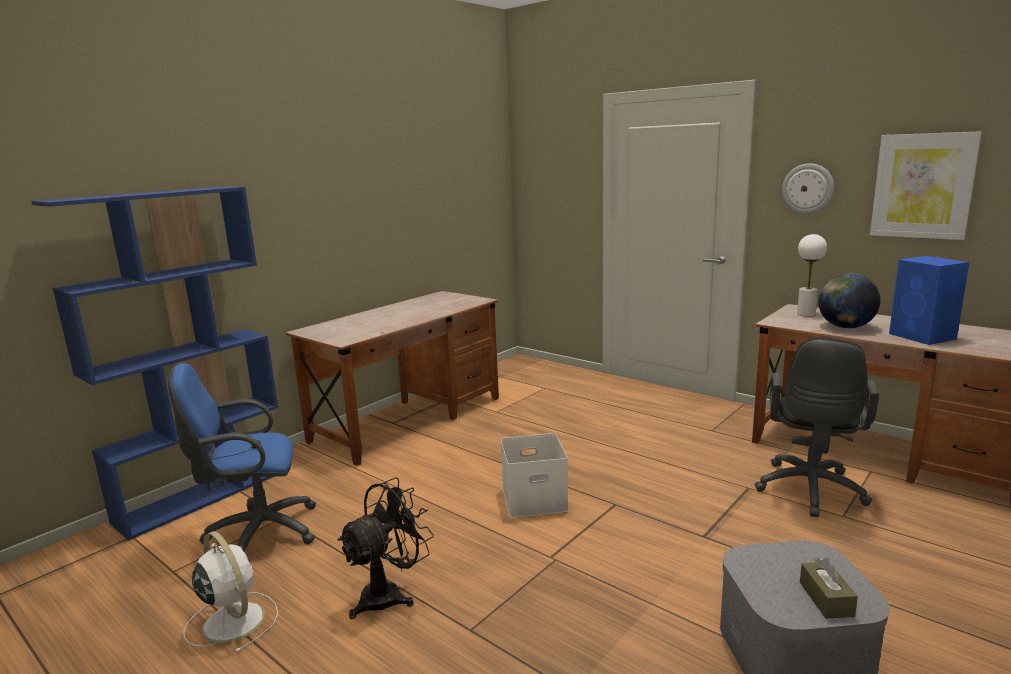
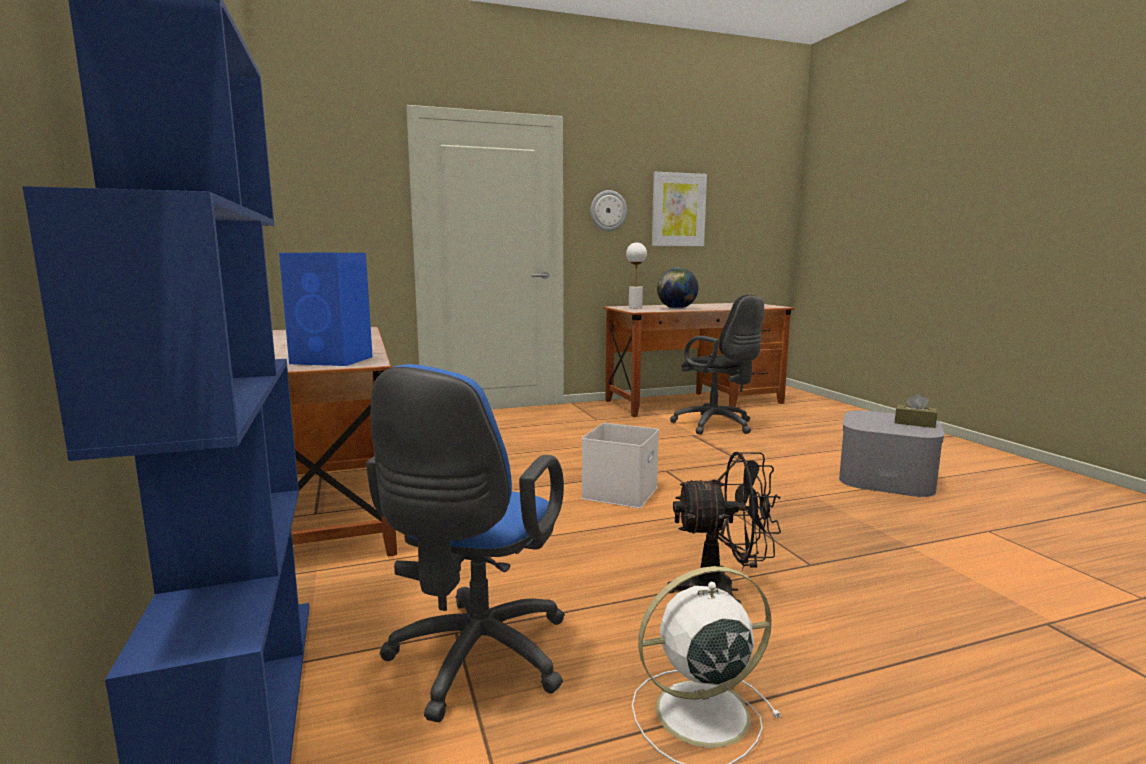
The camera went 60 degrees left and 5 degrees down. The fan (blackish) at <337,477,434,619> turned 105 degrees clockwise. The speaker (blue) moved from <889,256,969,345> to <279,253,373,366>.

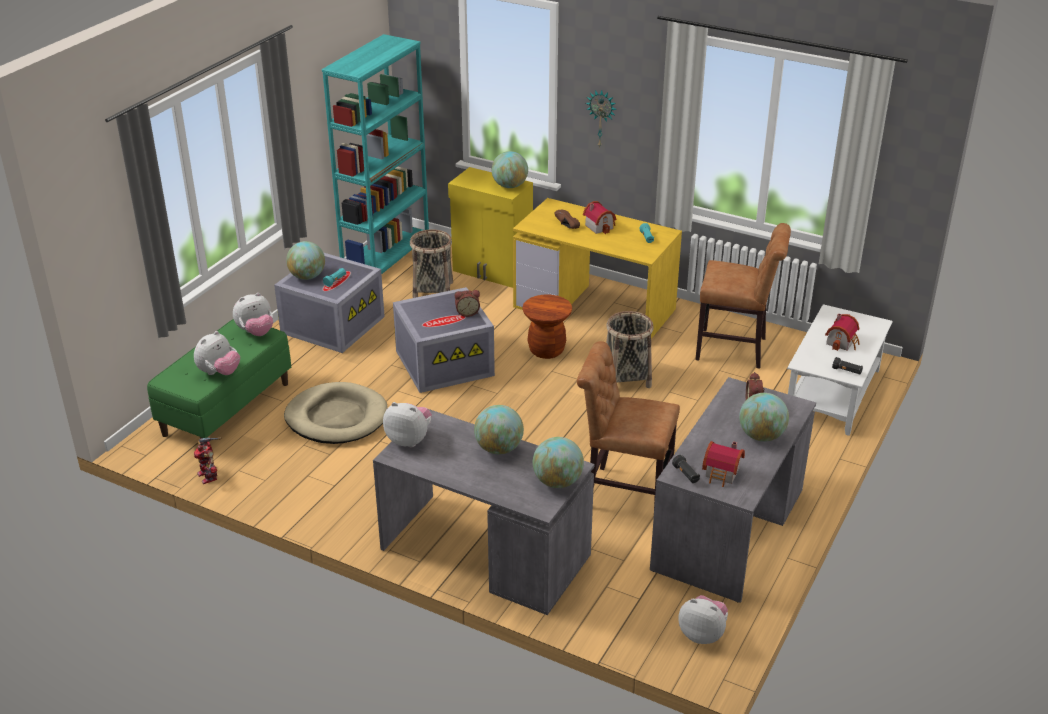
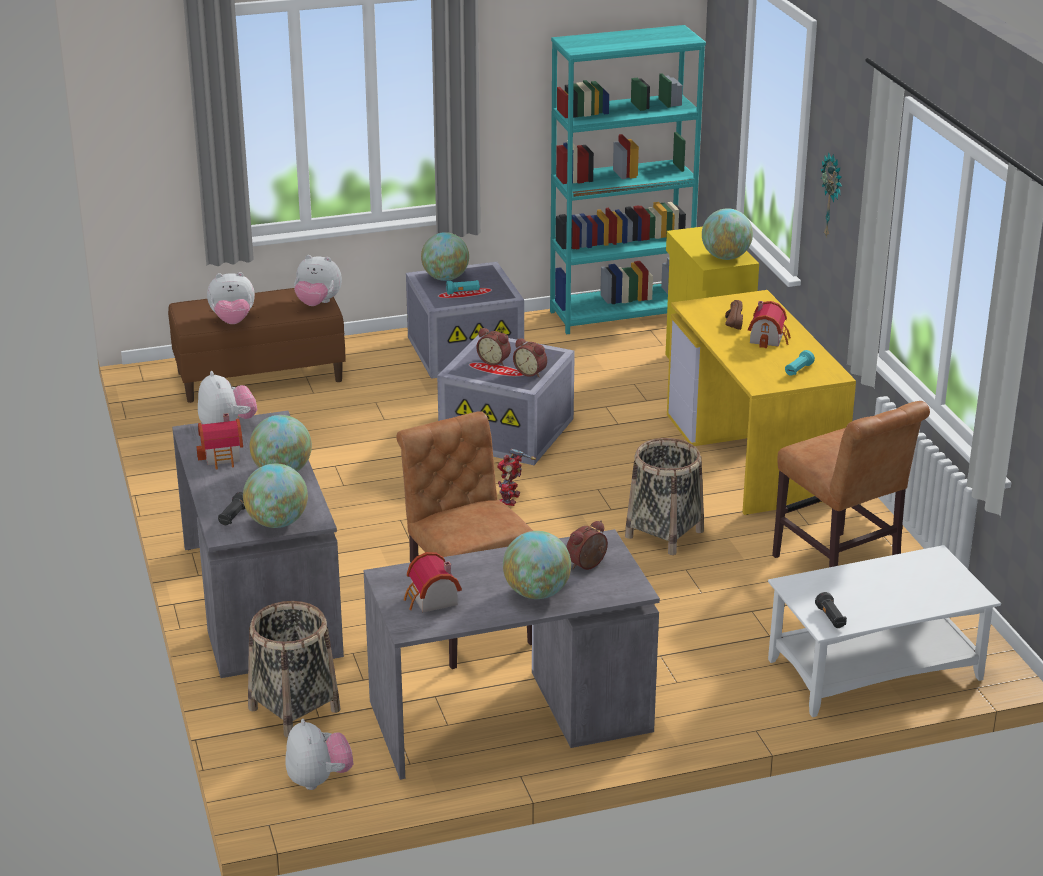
The camera went 45 degrees right and 5 degrees down. The long seat (greenish) at <147,319,291,439> became the long seat (brown) at <168,288,346,403>. The robot figure moved from <194,437,222,484> to <497,448,536,506>. The dog bed (sand-coloured) at <284,382,388,444> disappeared. The basket moved from <410,229,453,298> to <248,601,341,738>. The stool seat (brown) at <522,295,572,359> disappeared. The hand torch (blackish) moved from <672,455,700,483> to <218,492,245,525>. The toy house moved from <825,313,860,351> to <196,413,243,469>. The bedside clock at <477,328,511,366> appeared.

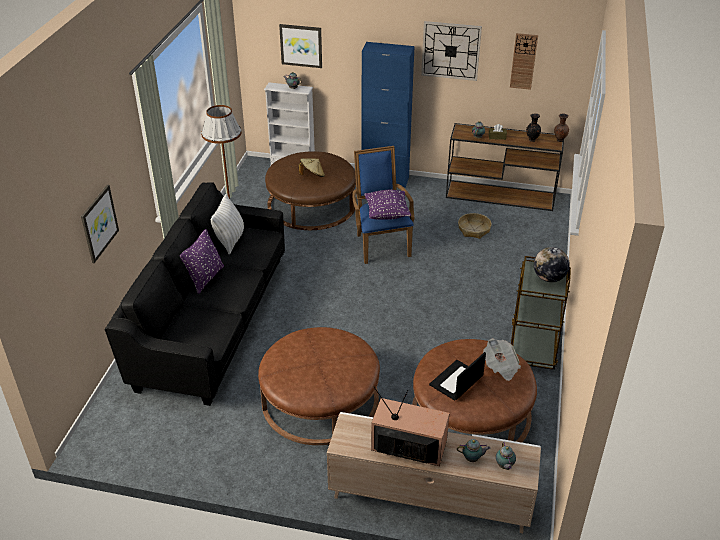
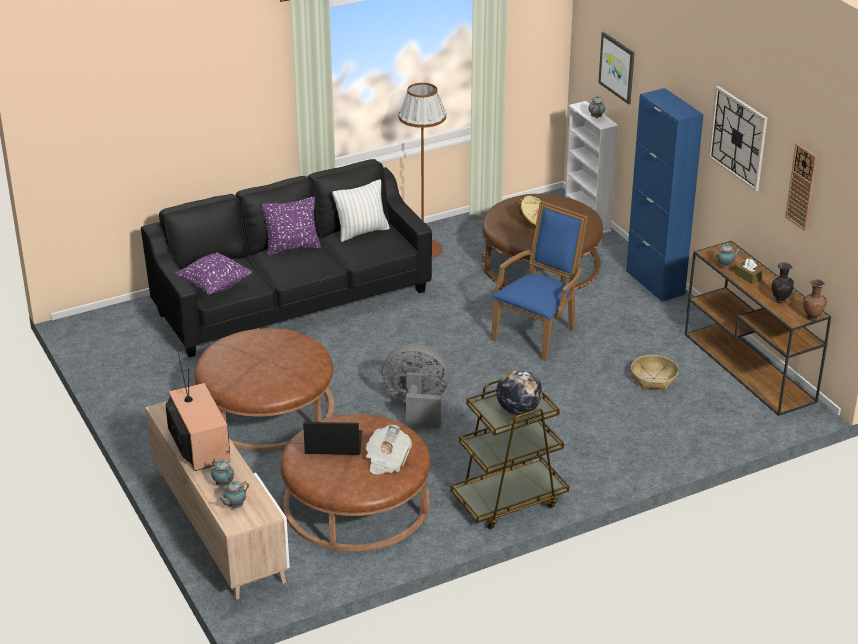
The camera went 50 degrees right and 5 degrees down. The wall picture at <81,185,119,263> disappeared. The pillow (purple-coloured) moved from <364,190,411,220> to <174,252,253,295>. The fan (grey) at <382,344,449,429> appeared.

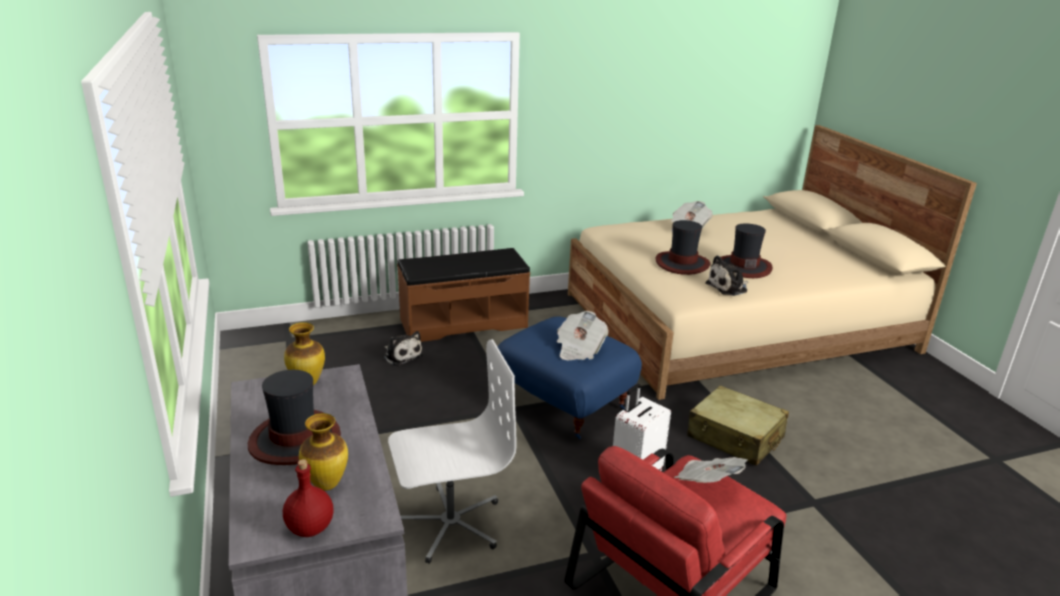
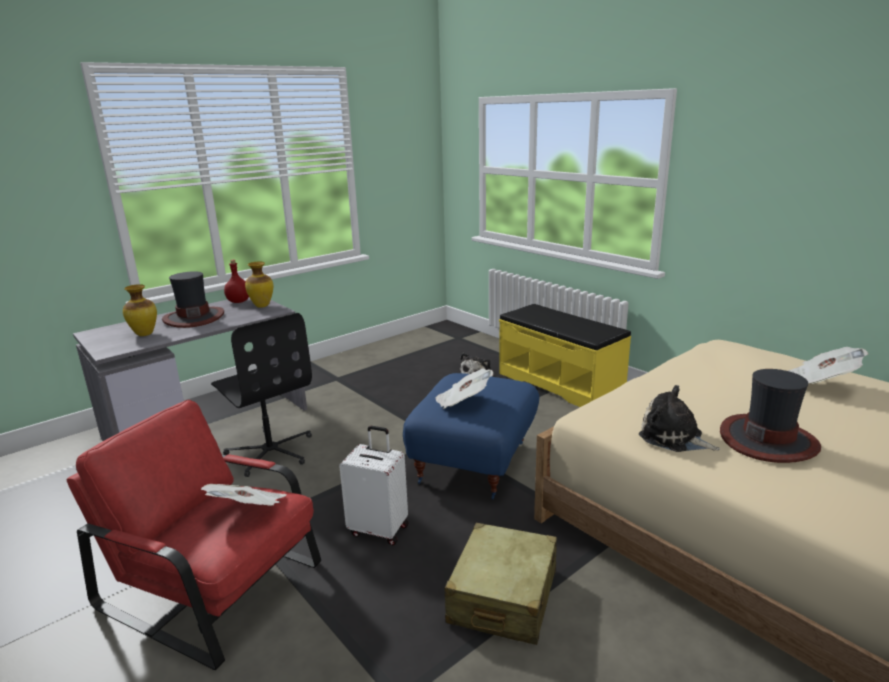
The camera went 70 degrees right and 5 degrees down. The drink bottle (reddish) moved from <283,459,334,537> to <224,260,249,303>. The desk chair (whitish) at <388,339,516,564> became the desk chair (blackish) at <211,313,312,477>. The long seat (brown) at <397,248,530,342> became the long seat (yellowish) at <499,304,631,407>. The hat at <655,220,710,275> disappeared.

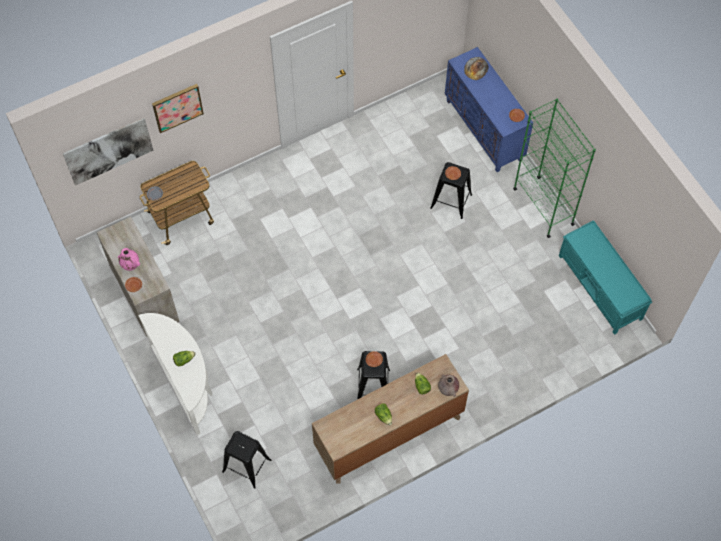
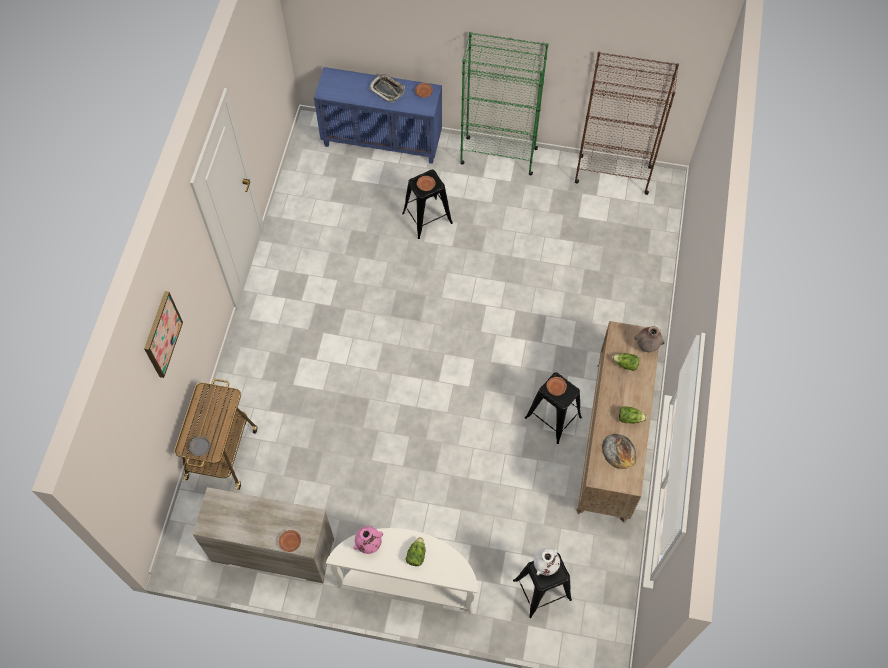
The camera went 50 degrees left and 0 degrees up. The wall picture at <63,118,154,186> disappeared. The decorative vase (pink) moved from <118,248,140,271> to <353,526,383,554>. The bread moved from <464,57,489,80> to <602,434,636,469>. The long seat (blue-green) at <559,220,652,335> was replaced by the bookshelf (brown) at <575,52,679,195>. The tray at <369,74,405,103> appeared. The decorative vase (whitish) at <534,548,560,576> appeared.

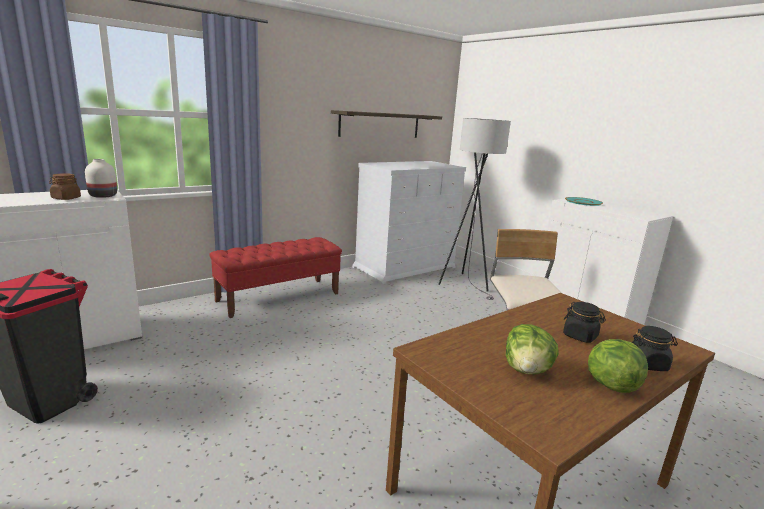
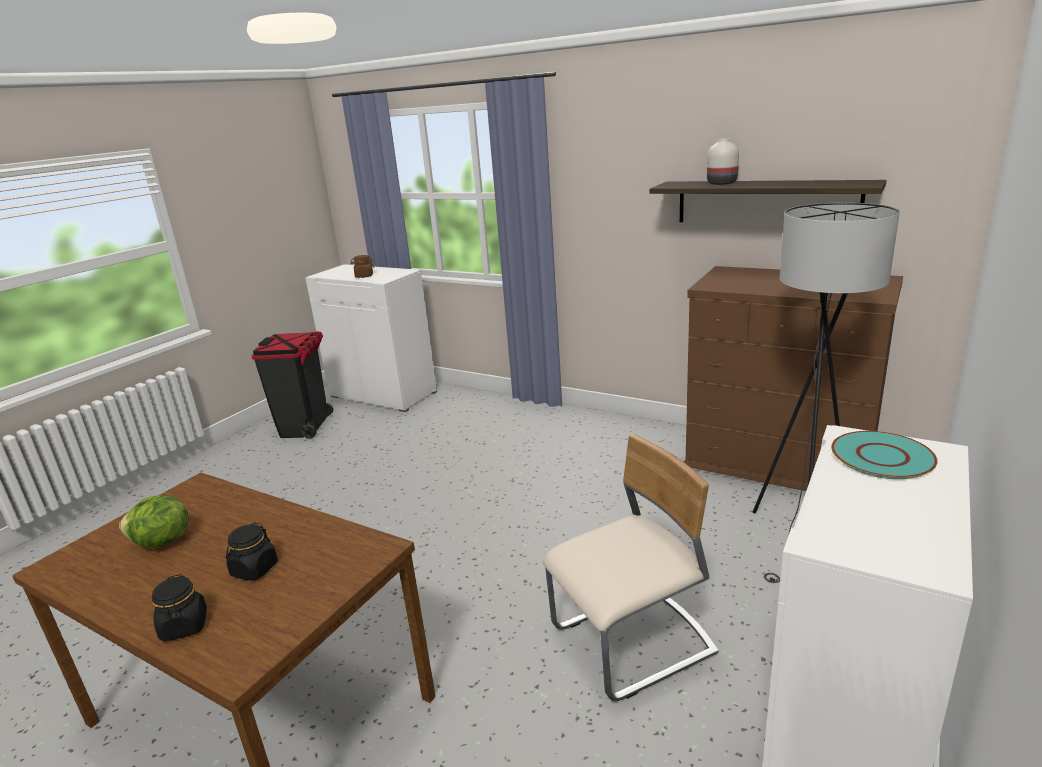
The camera went 70 degrees right and 5 degrees up. The decorative vase (whitish) moved from <85,159,117,198> to <707,138,739,185>. The long seat (reddish) at <209,237,342,318> disappeared. The dresser (whitish) at <352,161,466,284> became the dresser (brown) at <684,266,903,491>. The lettuce head at <588,339,648,393> disappeared.

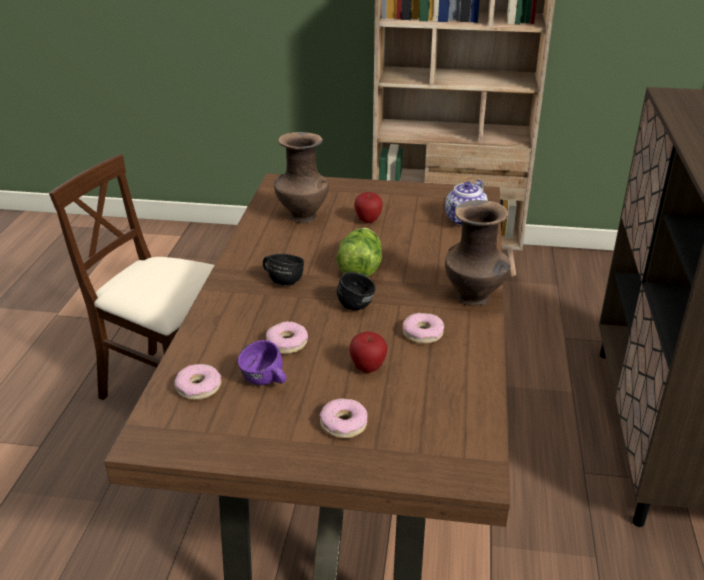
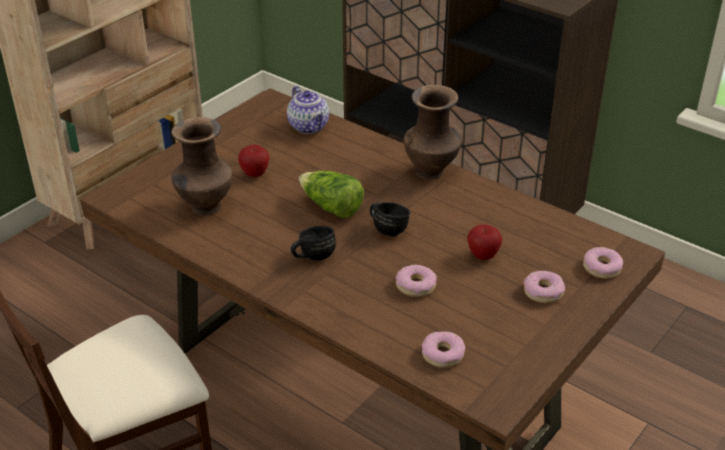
The camera went 60 degrees left and 5 degrees up. The tea mug (purple-coloured) at <238,340,286,385> disappeared. The doughnut moved from <403,313,444,344> to <583,247,623,279>.

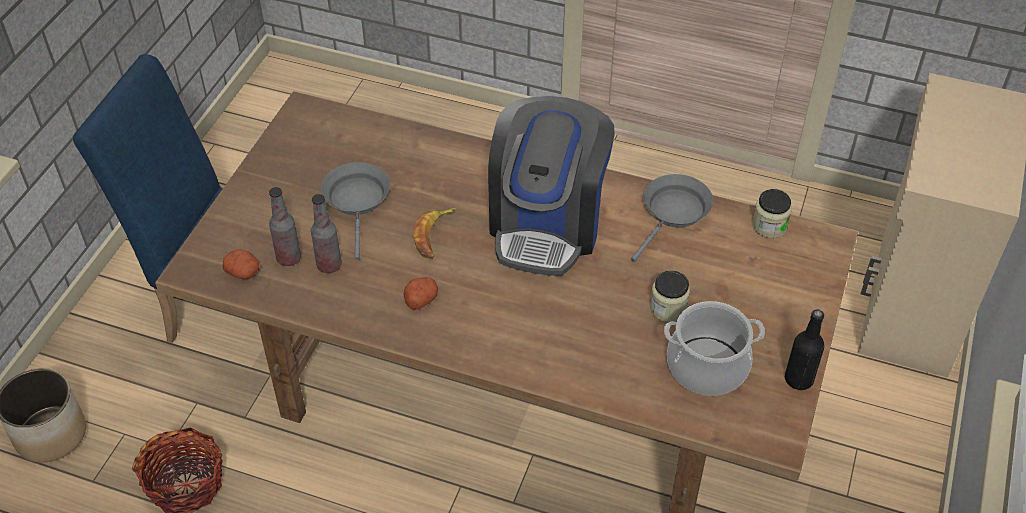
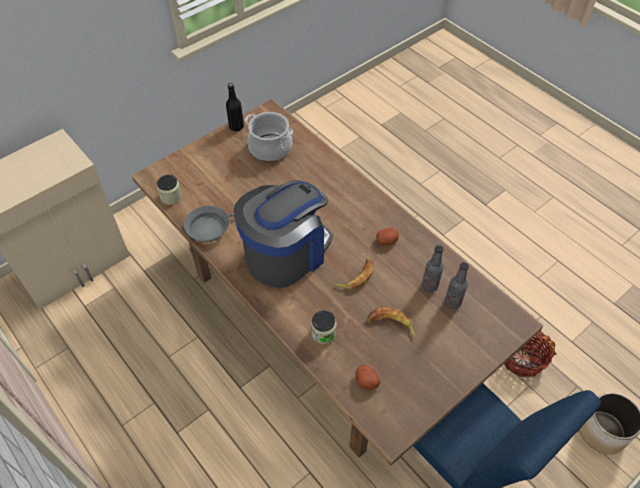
The camera went 150 degrees left and 5 degrees up. The whole potato moved from <222,250,259,279> to <355,365,380,391>. The pan (grey) at <321,162,390,260> was replaced by the whole banana at <367,307,416,337>. The jar moved from <650,271,690,322> to <311,310,337,344>.

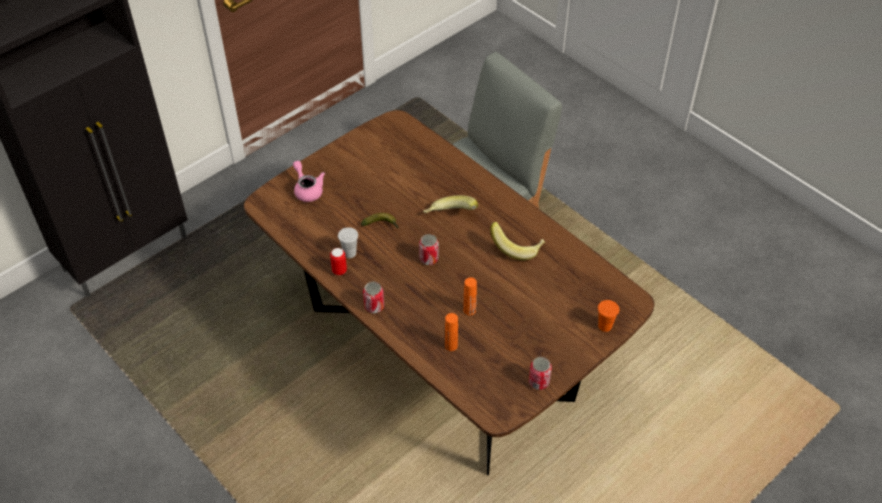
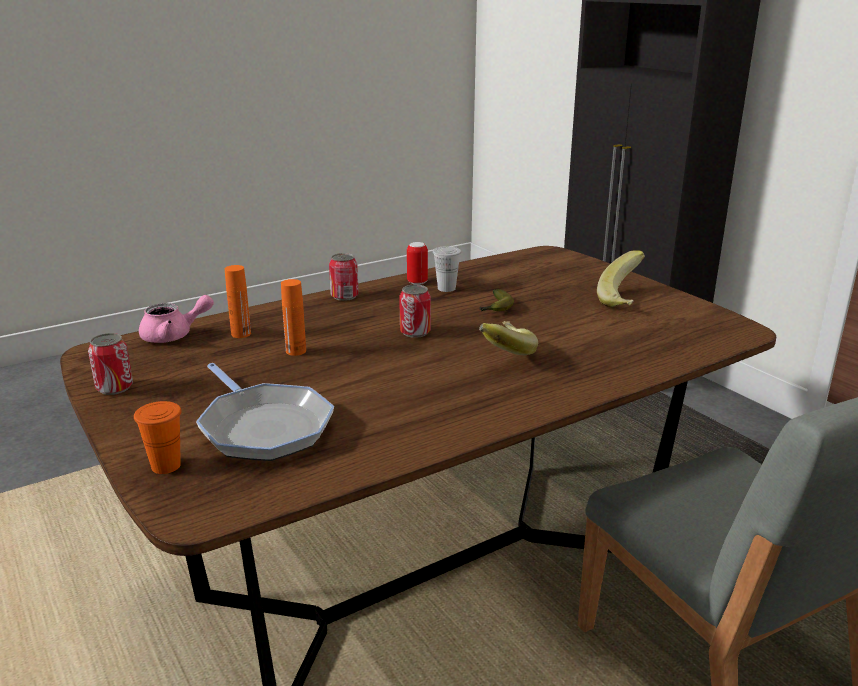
The camera went 100 degrees right and 25 degrees down. The tea pot (pink) moved from <293,161,325,202> to <139,295,214,343>. The whole banana moved from <490,222,546,260> to <597,250,645,307>. The pan at <196,363,334,461> appeared.

